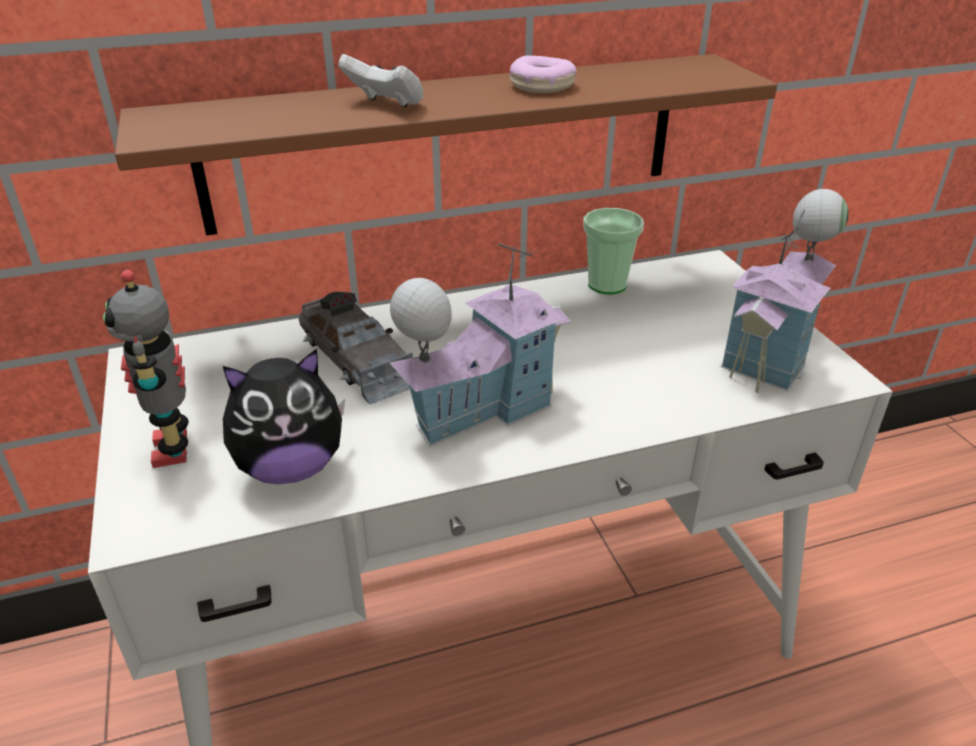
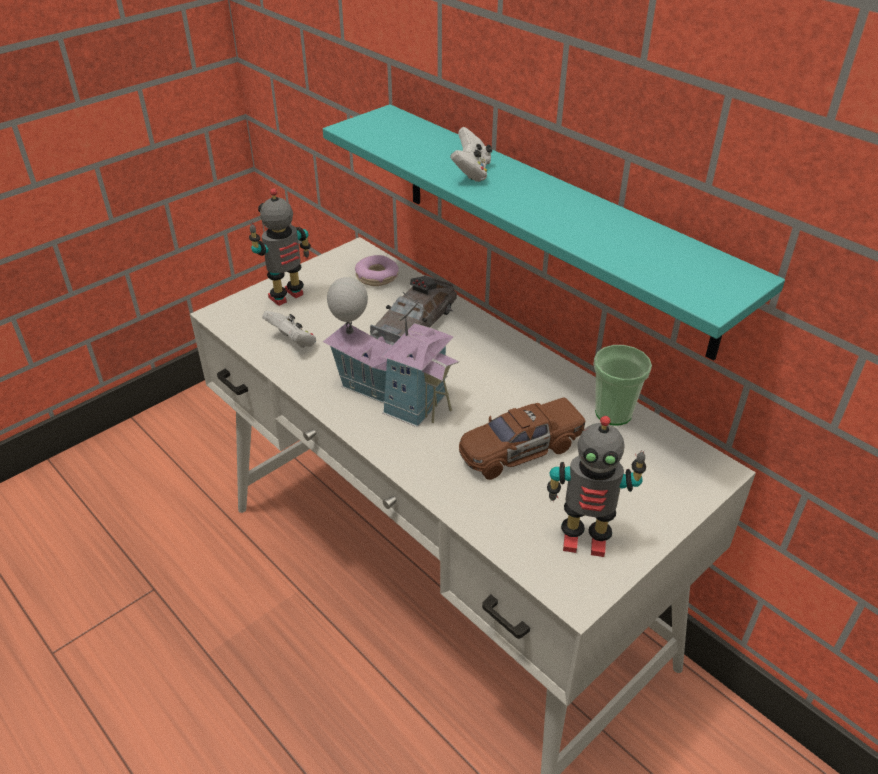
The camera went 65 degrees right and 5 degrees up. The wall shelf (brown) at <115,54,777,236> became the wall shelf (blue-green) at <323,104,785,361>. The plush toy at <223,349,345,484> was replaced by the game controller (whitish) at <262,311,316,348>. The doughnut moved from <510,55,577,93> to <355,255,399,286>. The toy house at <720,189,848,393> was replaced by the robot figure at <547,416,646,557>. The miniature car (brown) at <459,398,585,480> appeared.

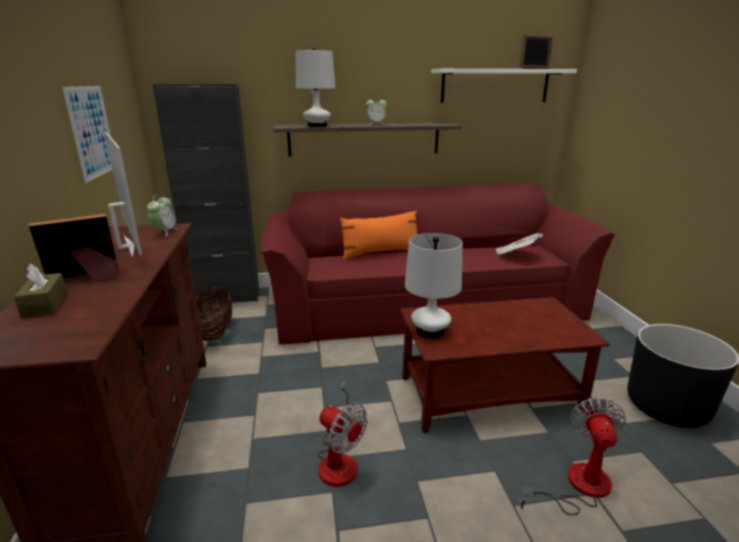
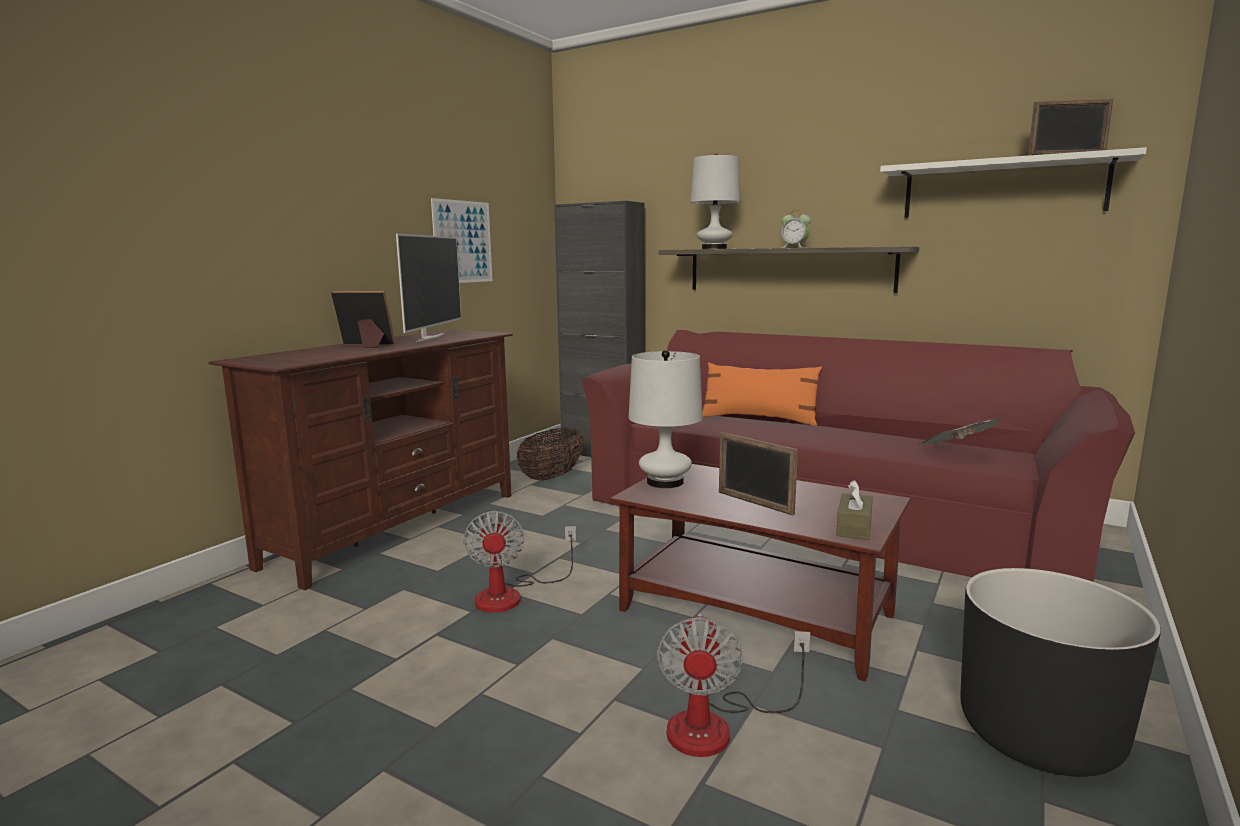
The camera went 40 degrees right and 10 degrees down. The tissue box (brown) moved from <14,263,67,318> to <836,480,873,540>. The bedside clock at <147,194,178,237> disappeared. The fan at <519,397,626,515> turned 135 degrees clockwise. The picture frame at <719,432,798,516> appeared.

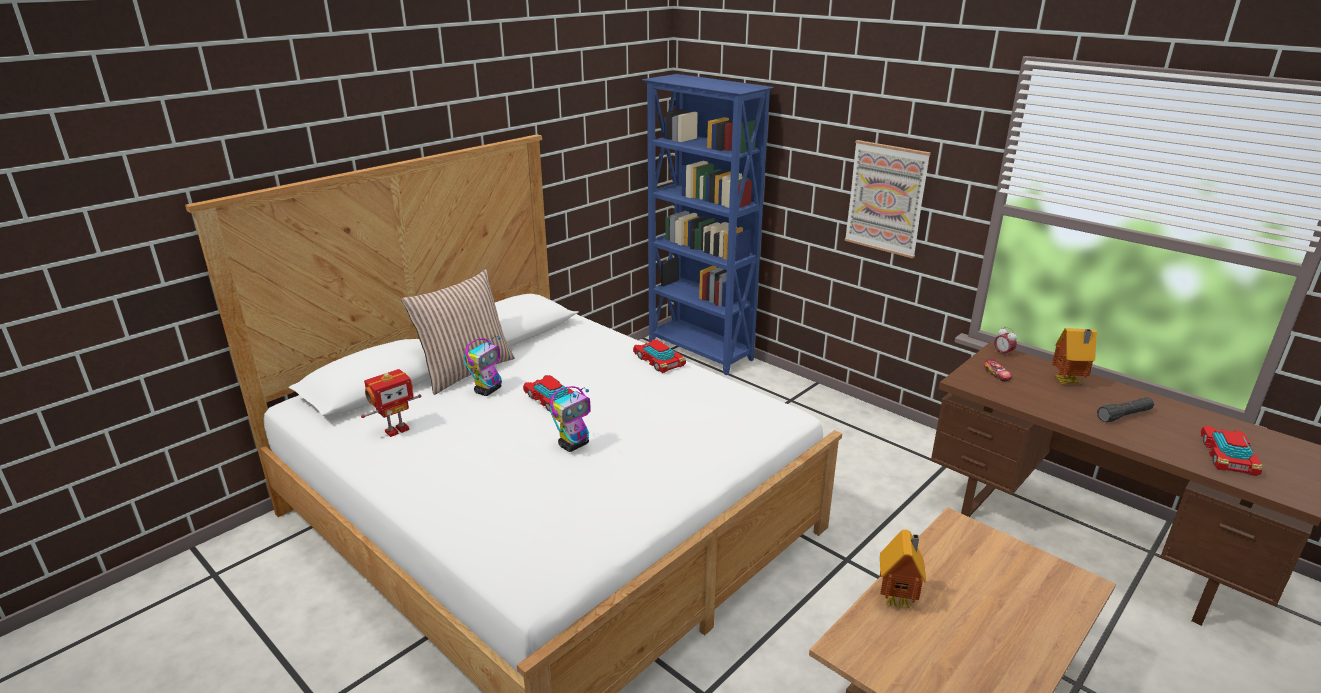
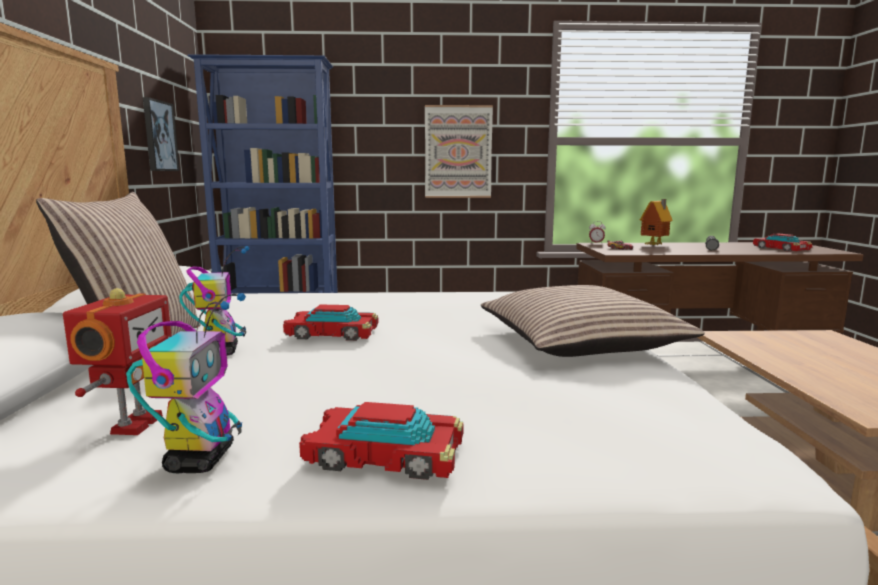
The camera went 45 degrees left and 15 degrees down. The robot figure moved from <550,386,591,452> to <126,293,246,474>. The miniature car moved from <633,339,686,373> to <299,402,464,480>. The toy house at <880,530,926,609> disappeared. The wall picture at <143,97,180,171> appeared. The pillow at <481,285,705,357> appeared.

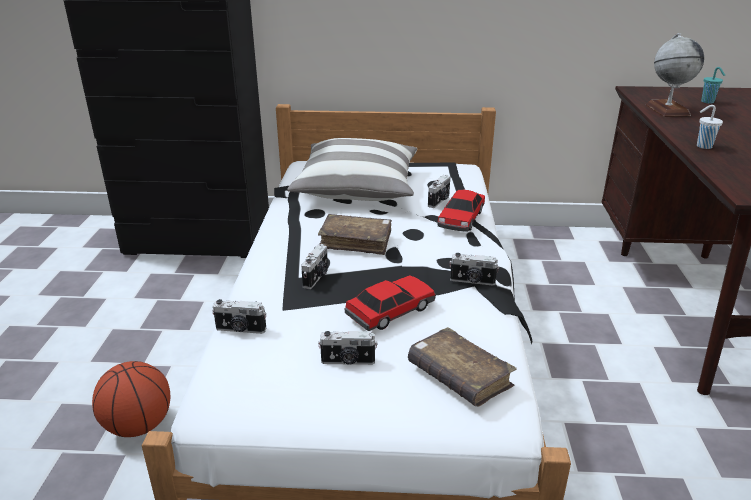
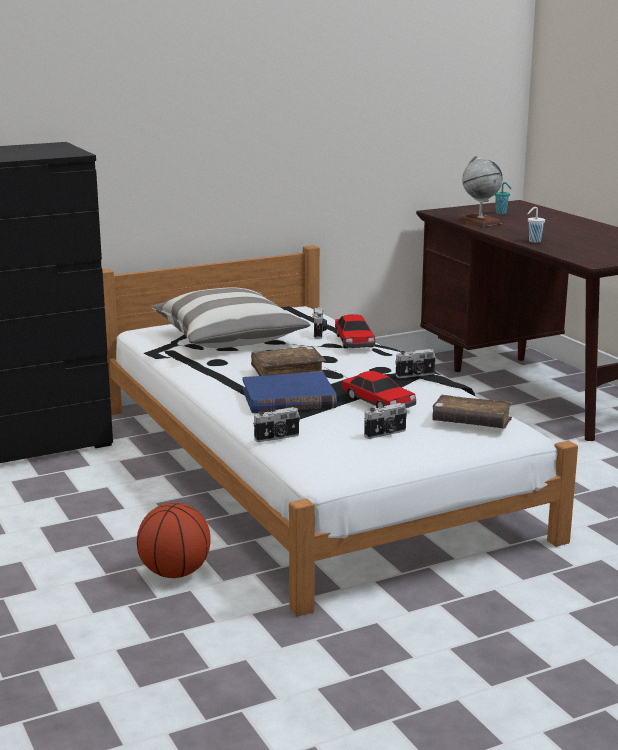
The camera went 30 degrees left and 10 degrees down. The still camera at <301,244,328,289> was replaced by the book (blue) at <242,372,337,414>. The miniature car at <345,275,436,331> turned 120 degrees clockwise.

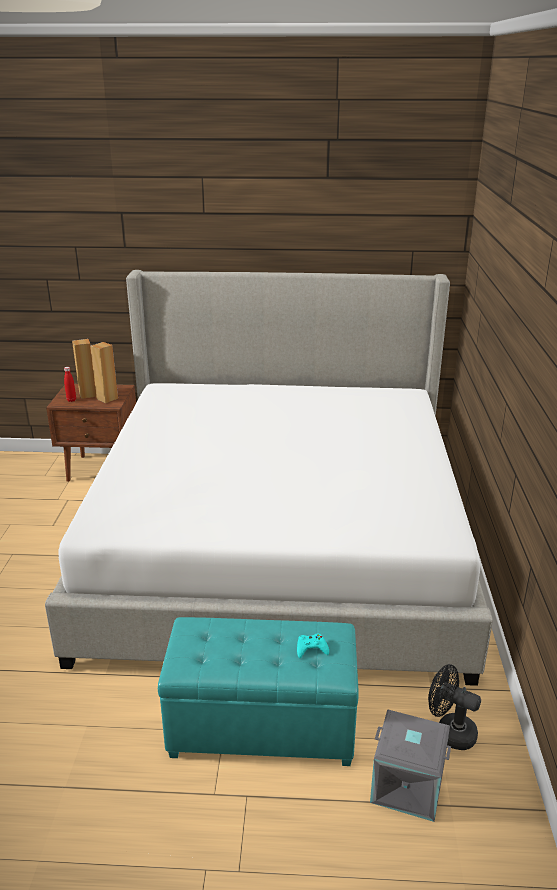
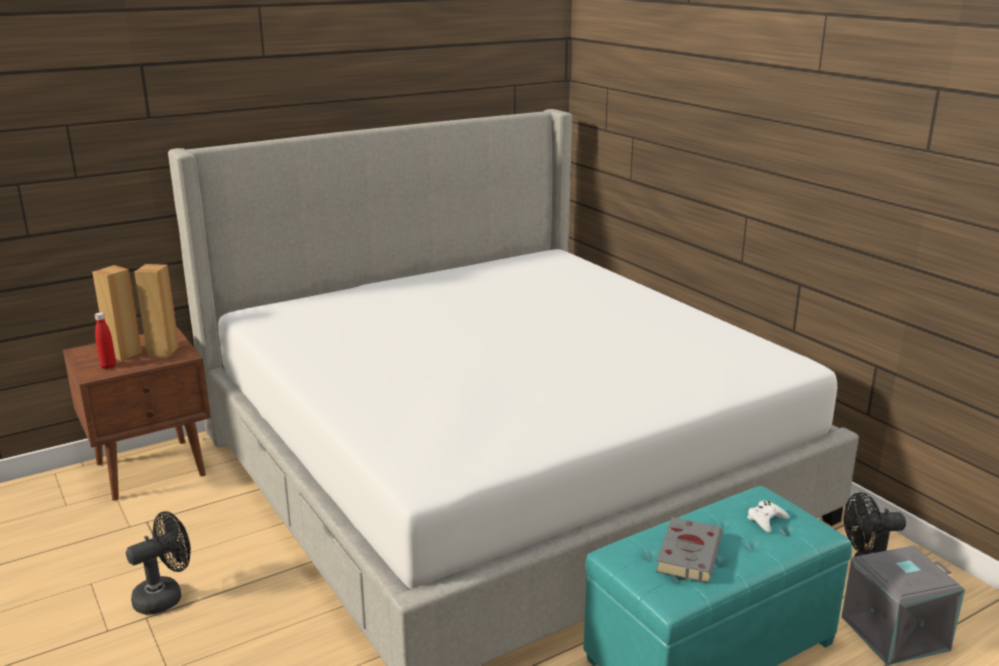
The camera went 35 degrees left and 5 degrees down. The game controller (blue-green) at <297,634,329,658> became the game controller (whitish) at <747,501,789,533>. The fan (blackish) at <126,511,191,615> appeared. The book (grey) at <656,517,722,583> appeared.

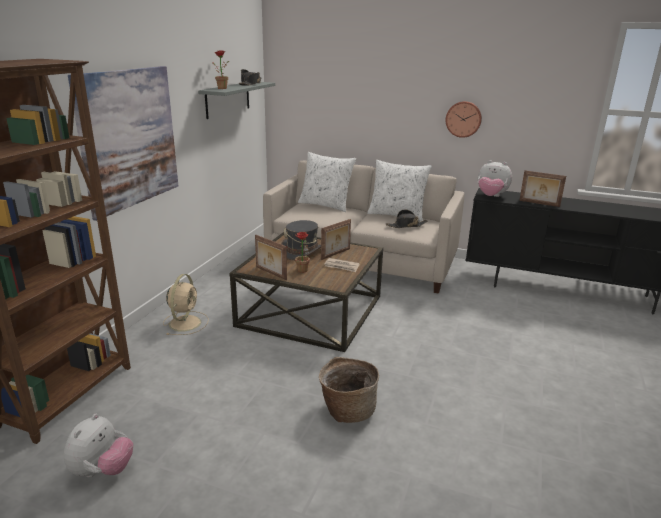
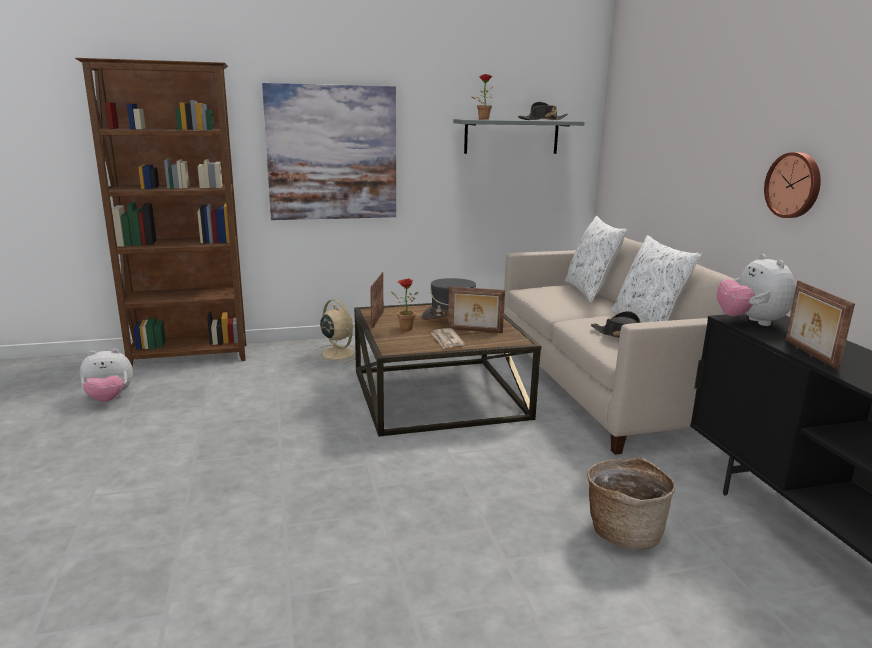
The camera went 55 degrees right and 5 degrees down. The fan (sand-coloured) at <163,274,209,335> turned 105 degrees counterclockwise. The basket moved from <319,357,379,423> to <587,458,676,550>.

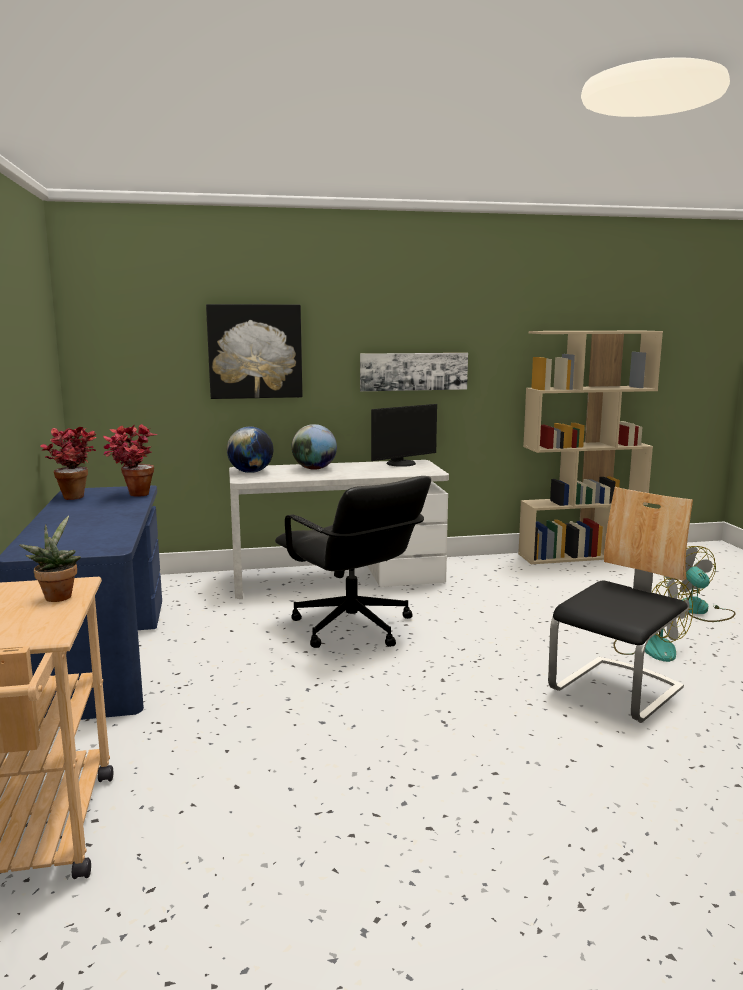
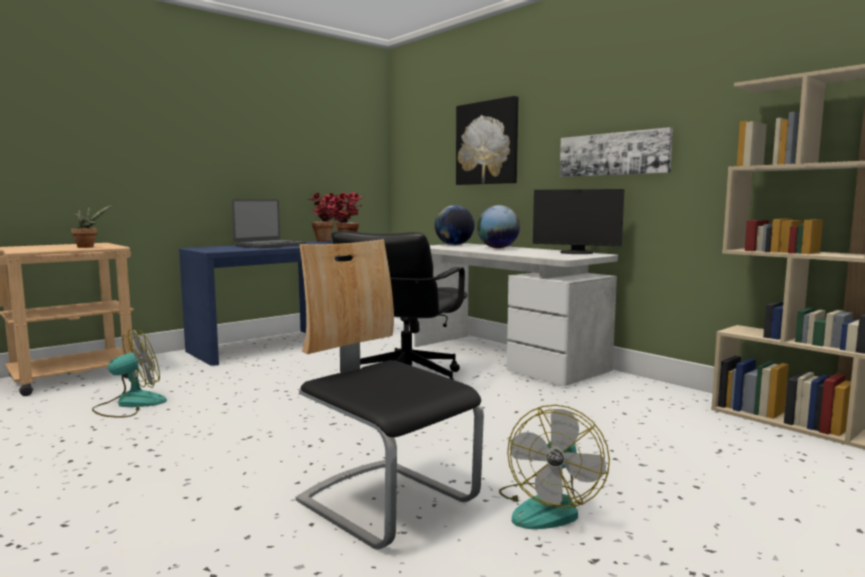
The camera went 60 degrees right and 5 degrees down. The plain chair at <548,487,693,722> turned 150 degrees counterclockwise. The fan moved from <664,546,736,622> to <92,329,167,417>. The notebook computer at <232,199,306,248> appeared.

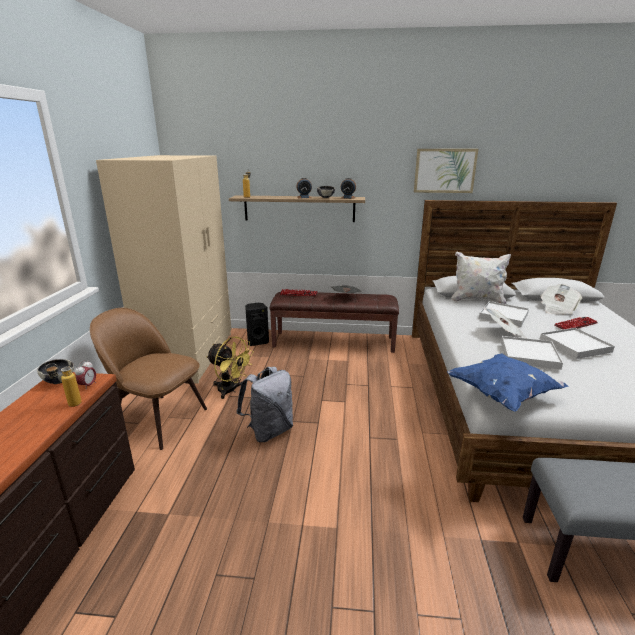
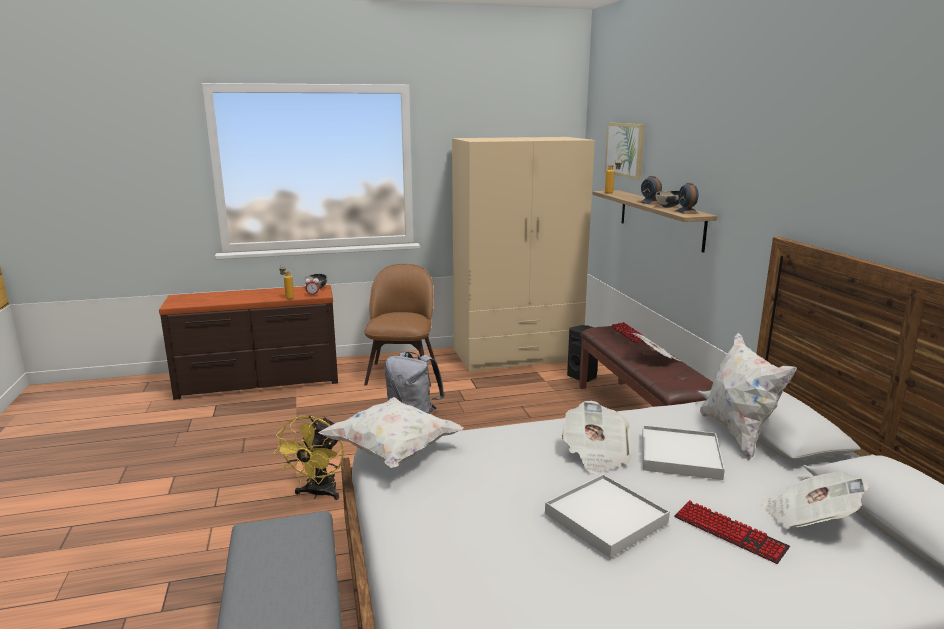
The camera went 70 degrees right and 5 degrees down. The fan (yellowish) moved from <206,337,254,399> to <273,415,344,500>. The wall picture moved from <414,149,478,193> to <605,123,645,179>. The pillow (blue) at <447,354,569,412> became the pillow (whitish) at <318,397,464,468>. The tray (whitish) at <501,336,563,370> disappeared.

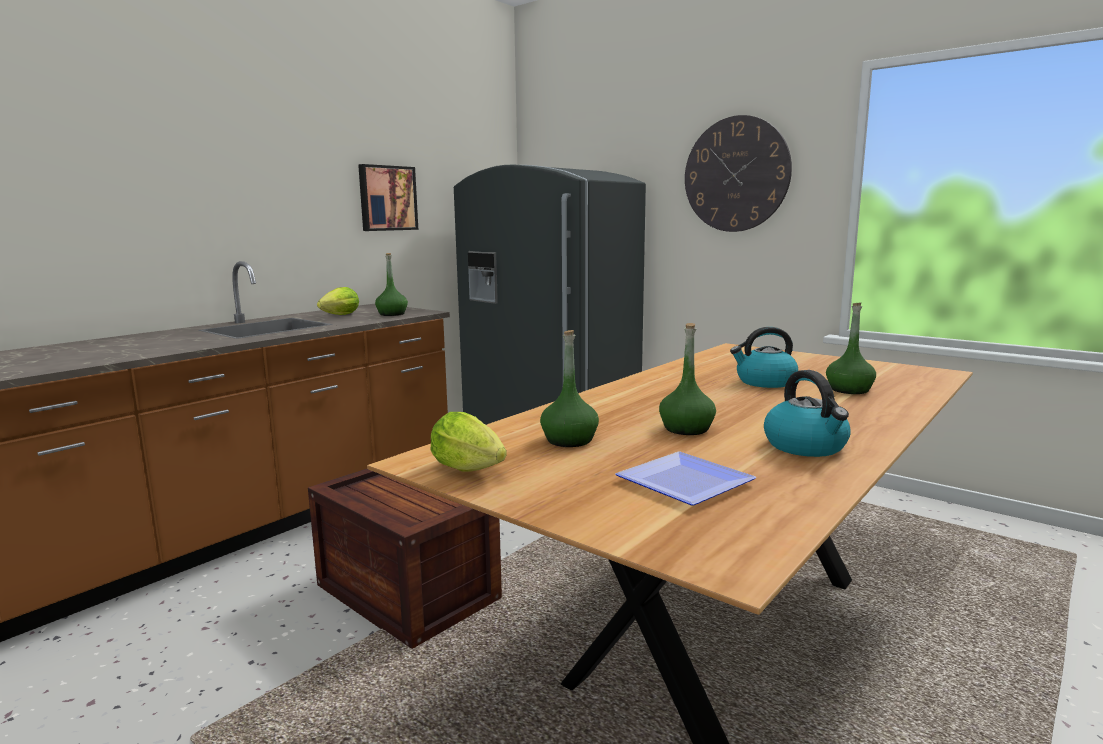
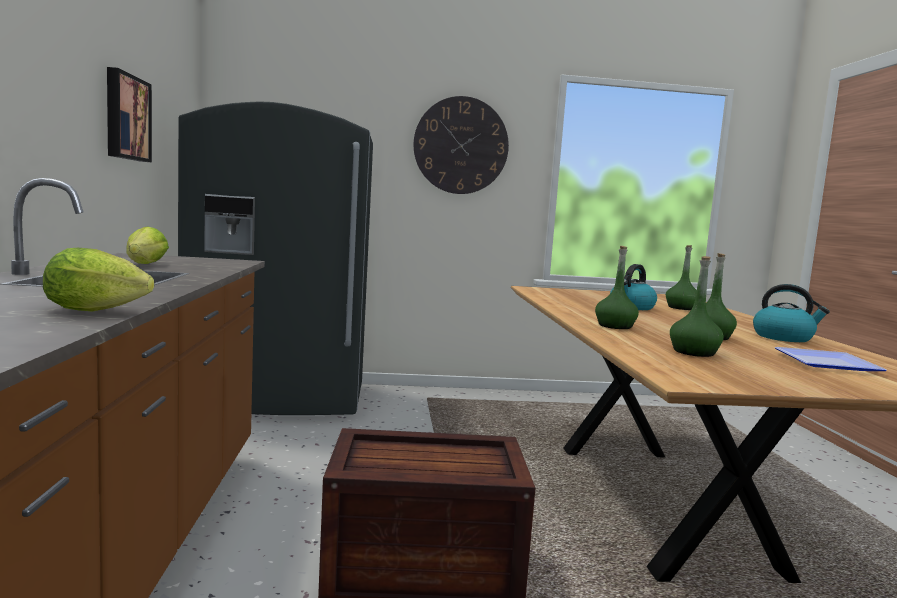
The camera went 45 degrees left and 5 degrees down. The drink bottle (greenish) moved from <375,253,408,316> to <595,246,639,329>. The lettuce head moved from <430,412,507,471> to <43,248,154,312>.

